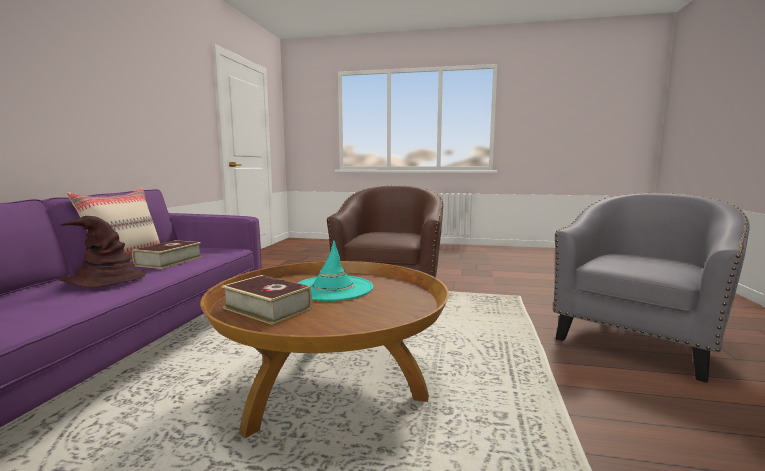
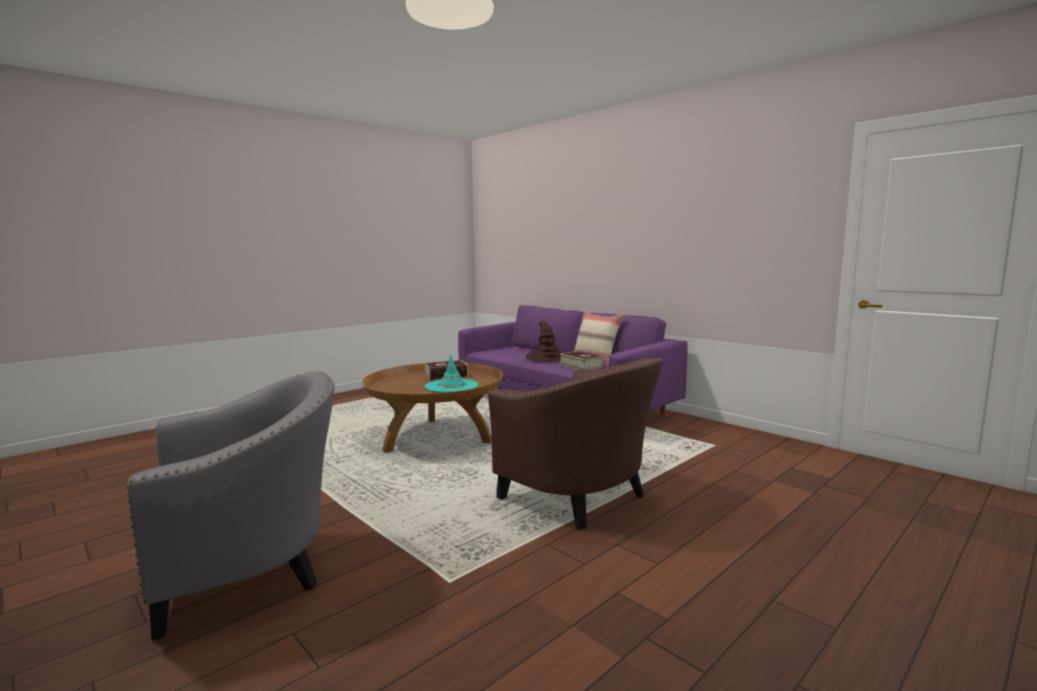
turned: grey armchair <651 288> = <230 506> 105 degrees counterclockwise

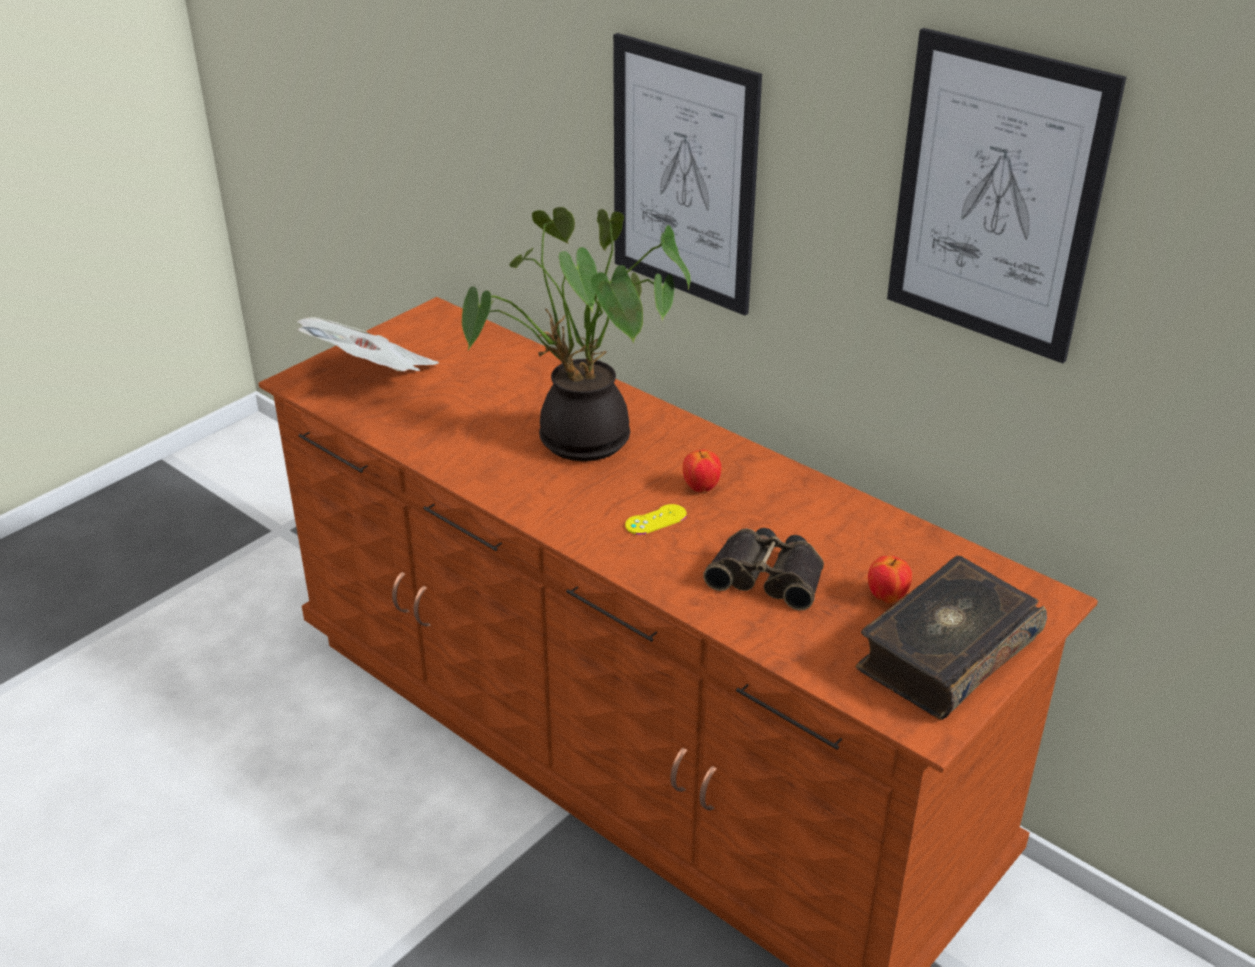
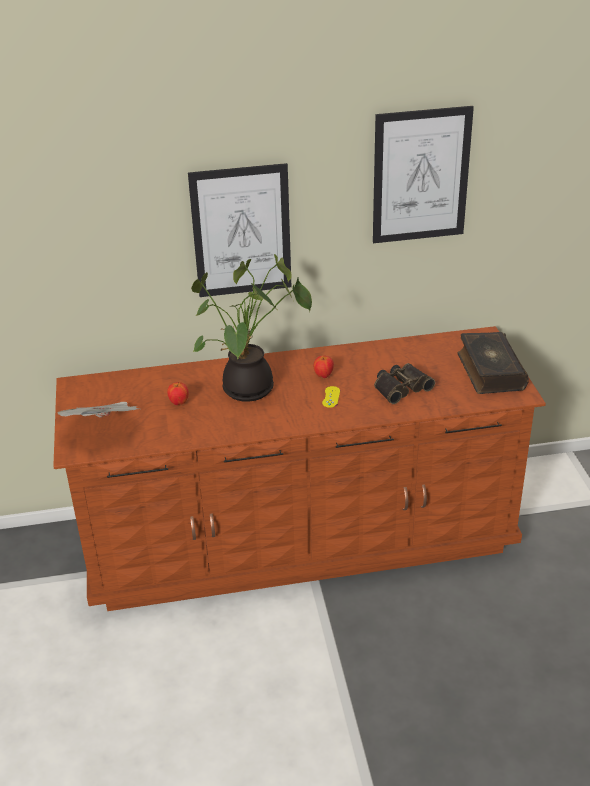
moved: apple <890 579> to <178 393>

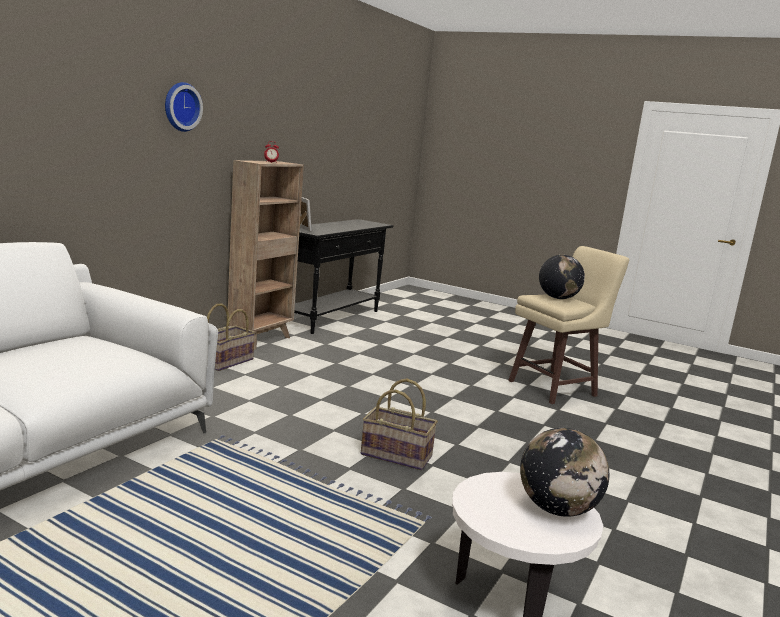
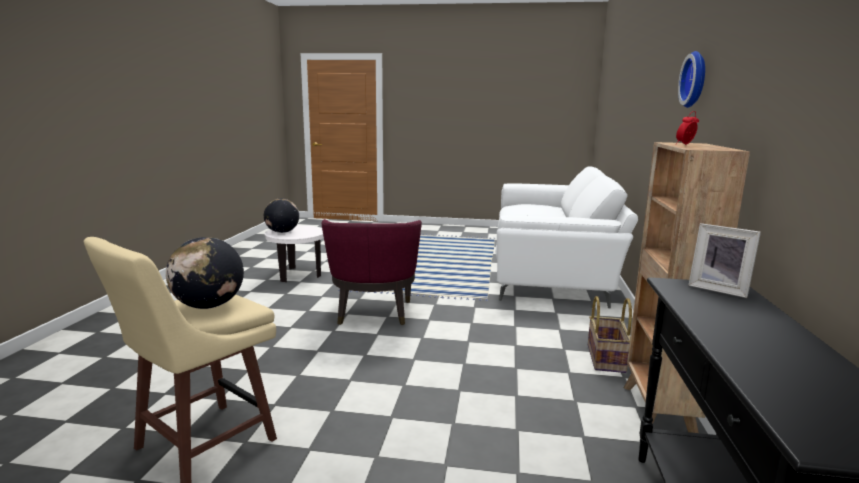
replaced: basket <399 424> to purple armchair <371 272>

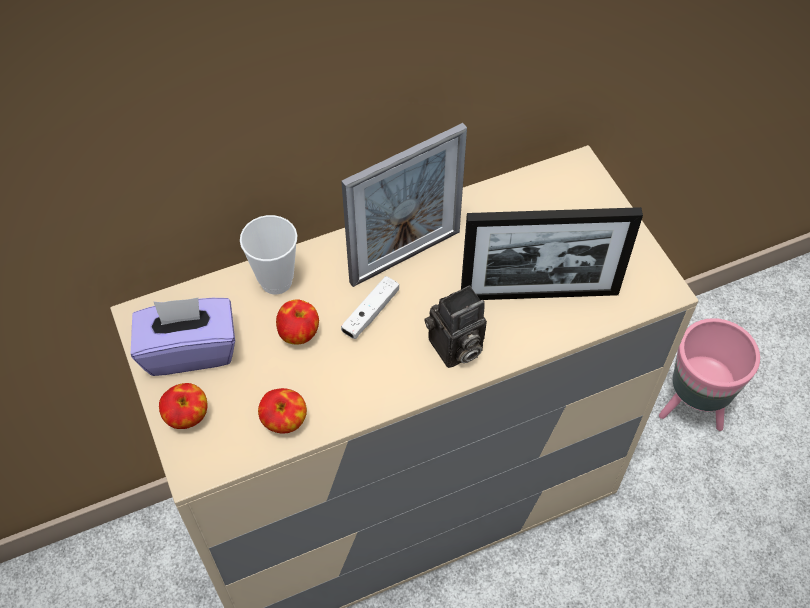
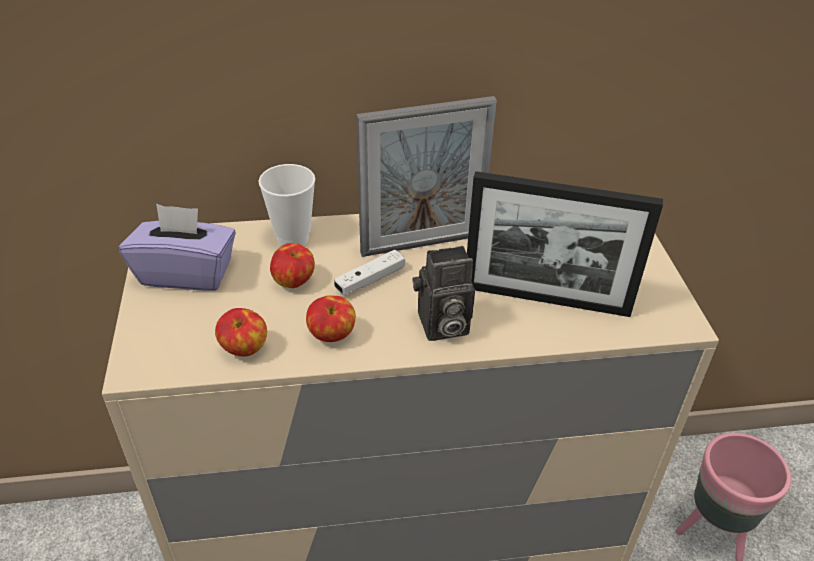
moved: apple <183 406> to <331 318>

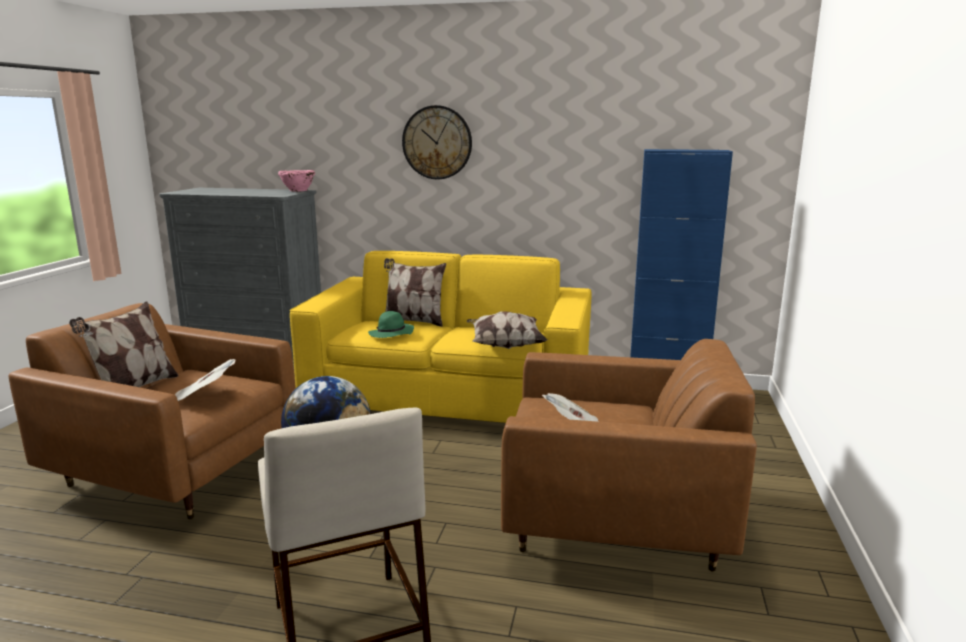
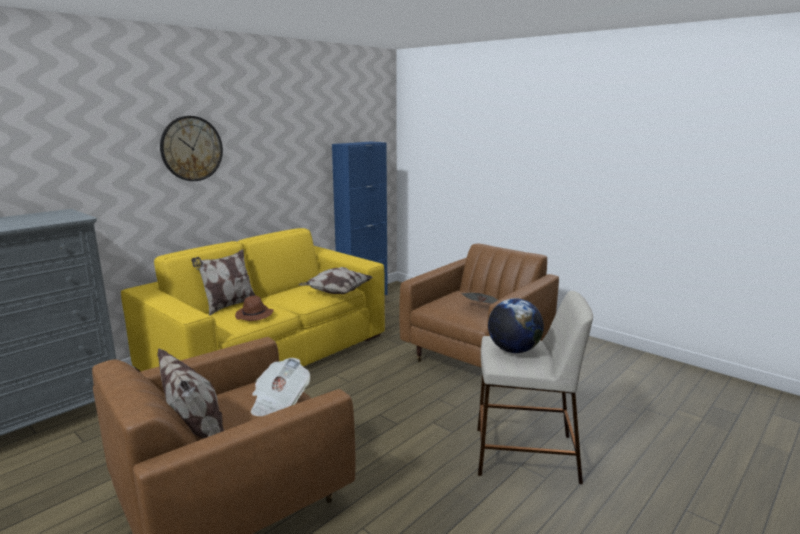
removed: pink bowl <296 181>
recoloured: green hat <391 324> to brown hat <254 308>

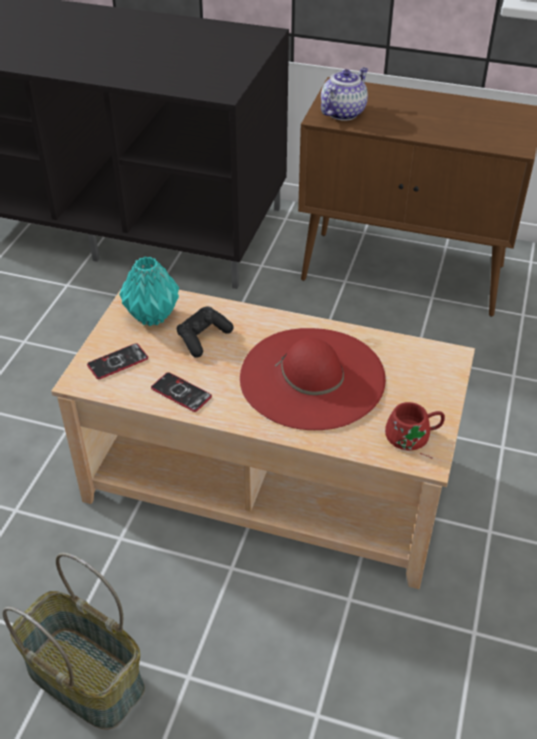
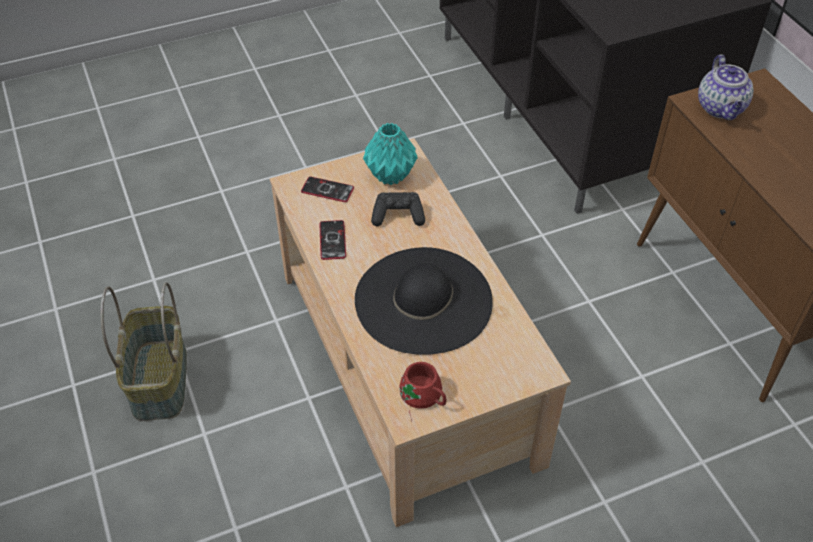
recoloured: red hat <313 379> to black hat <424 301>
turned: teapot <344 94> = <725 87> 90 degrees clockwise

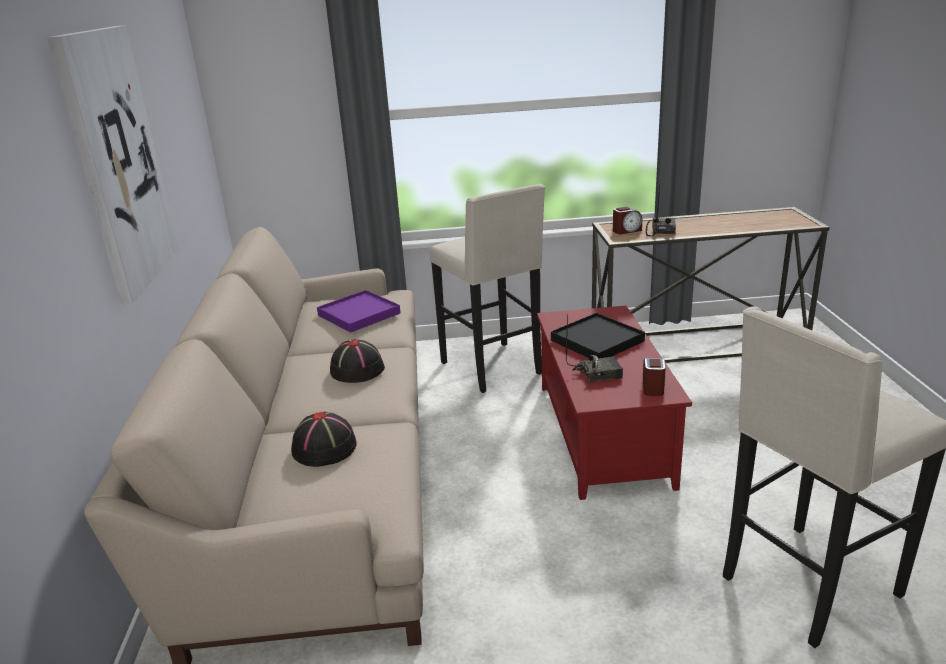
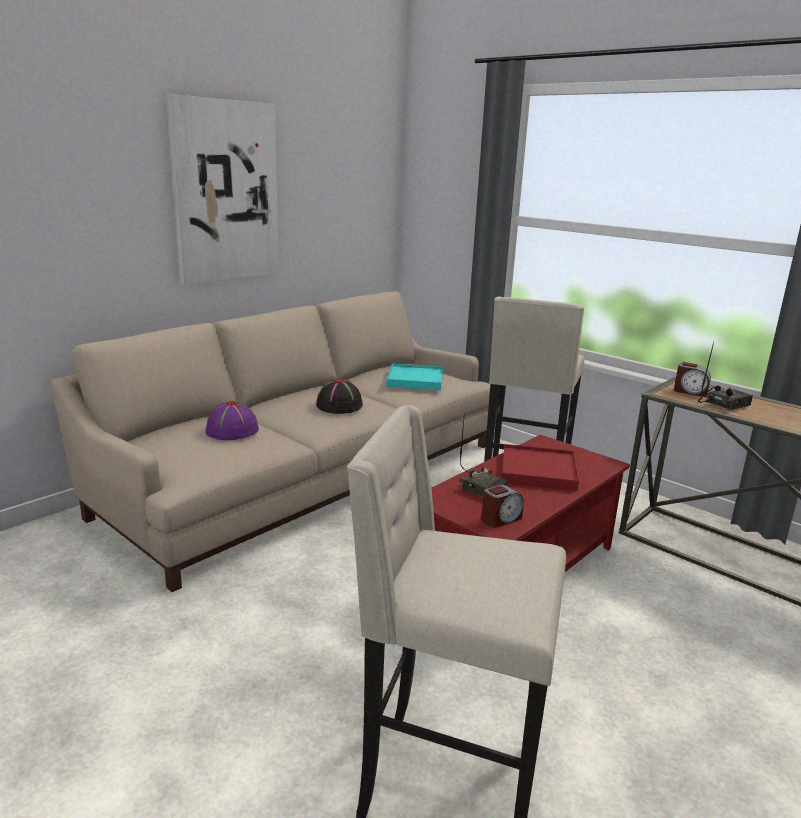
recoloured: black hat <324 439> to purple hat <232 420>; purple tray <359 311> to turquoise tray <414 377>; black tray <598 335> to red tray <540 467>

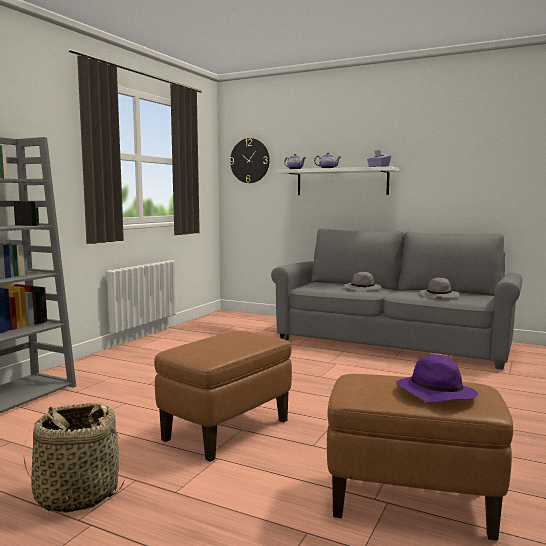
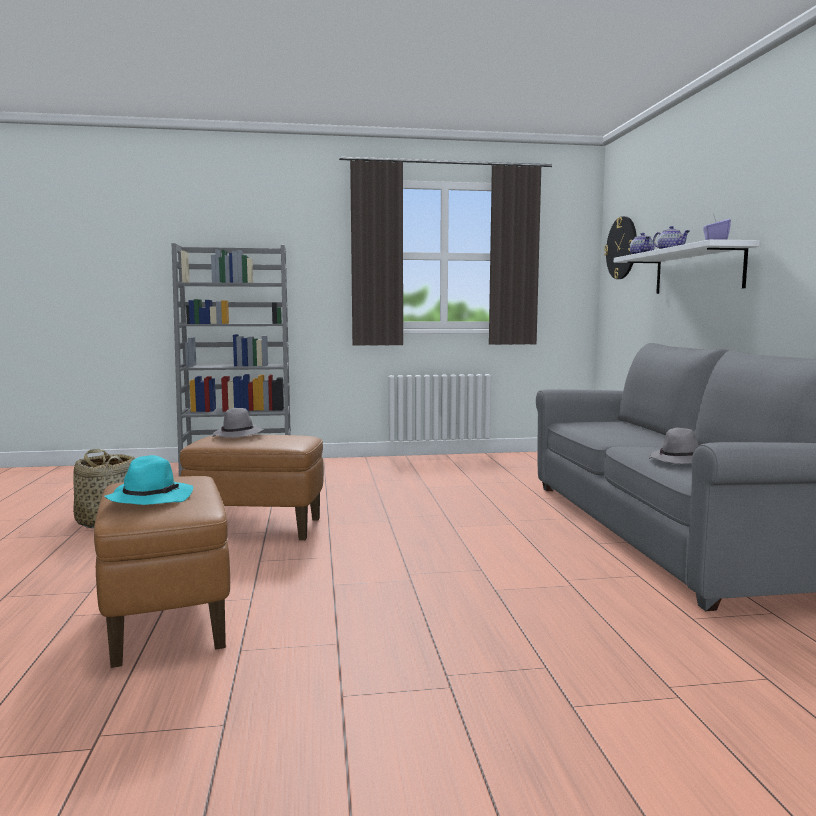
moved: grey hat <362 282> to <239 422>
recoloured: purple hat <437 378> to turquoise hat <148 480>

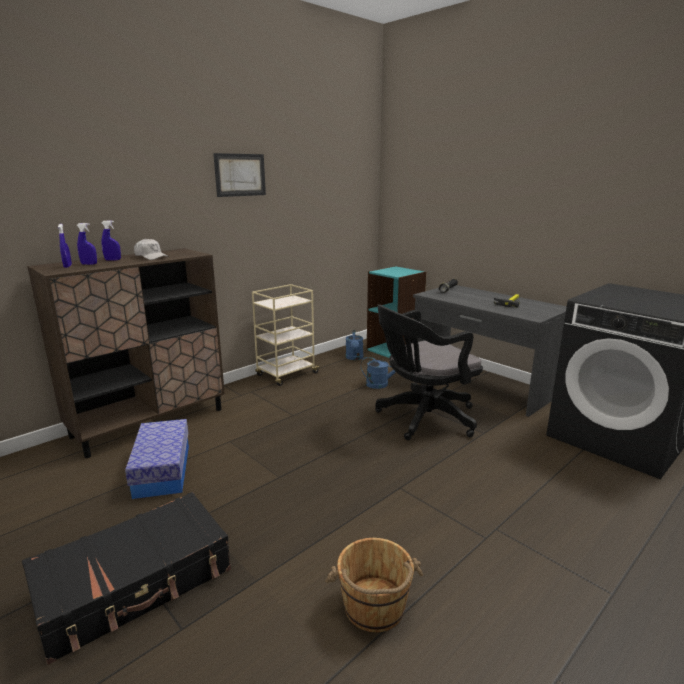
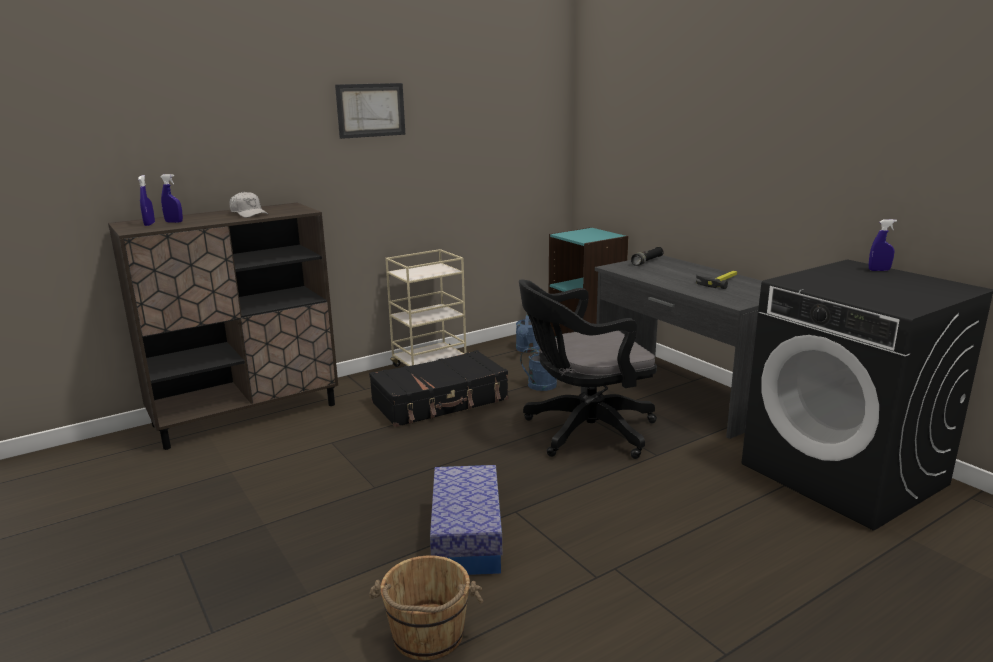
moved: black suitcase <126 578> to <438 388>; blue spray bottle <111 240> to <883 245>; storage box <157 459> to <466 520>

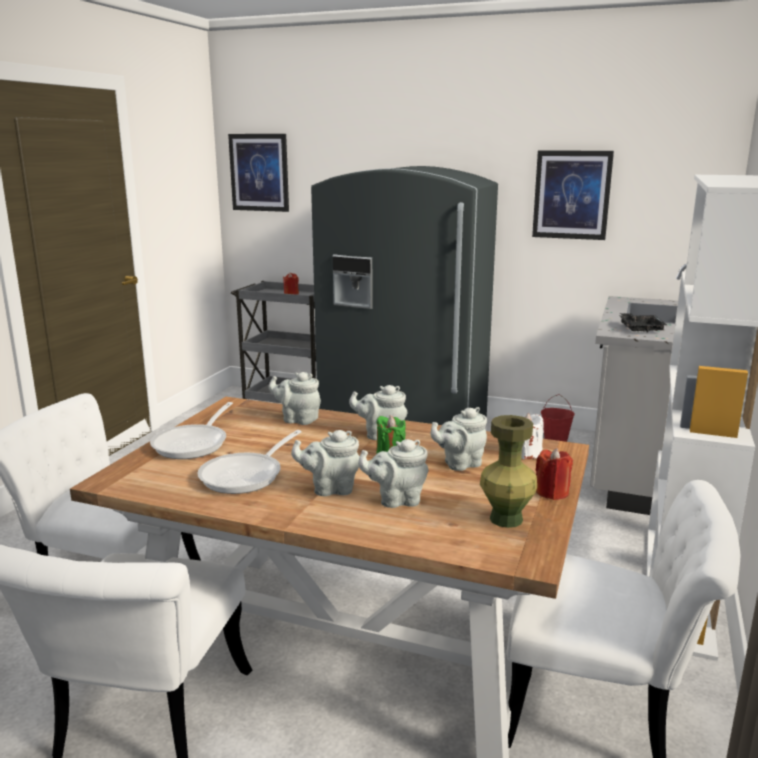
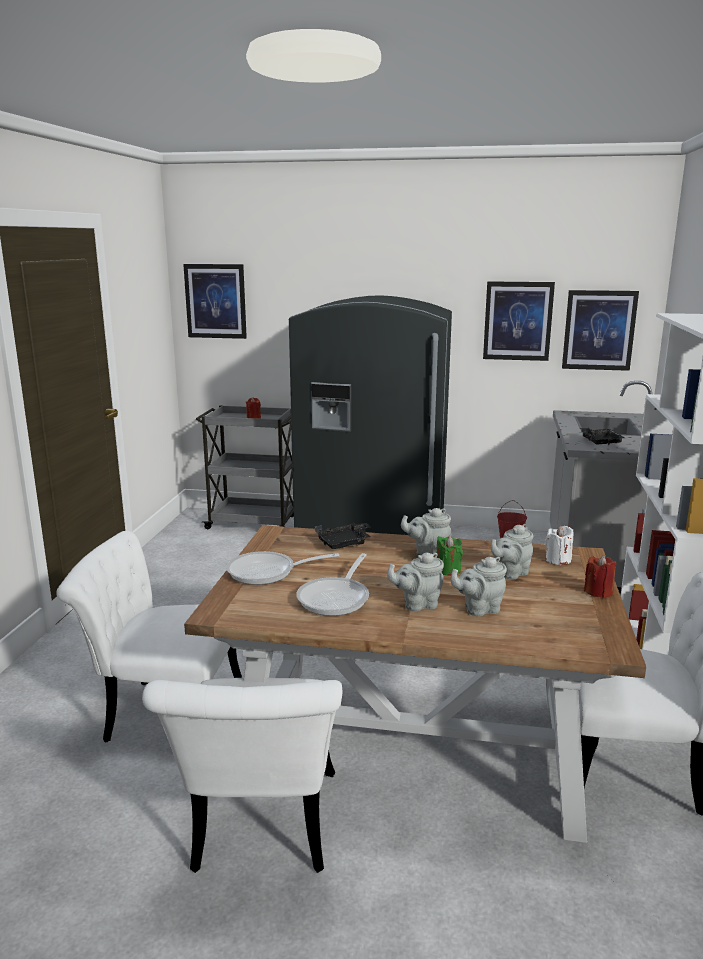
removed: green vase <508 471>
added: picture <600 330>
replaced: grey teapot <294 398> to black tray <343 536>
turned: frying pan <191 430> = <282 568> 75 degrees clockwise

